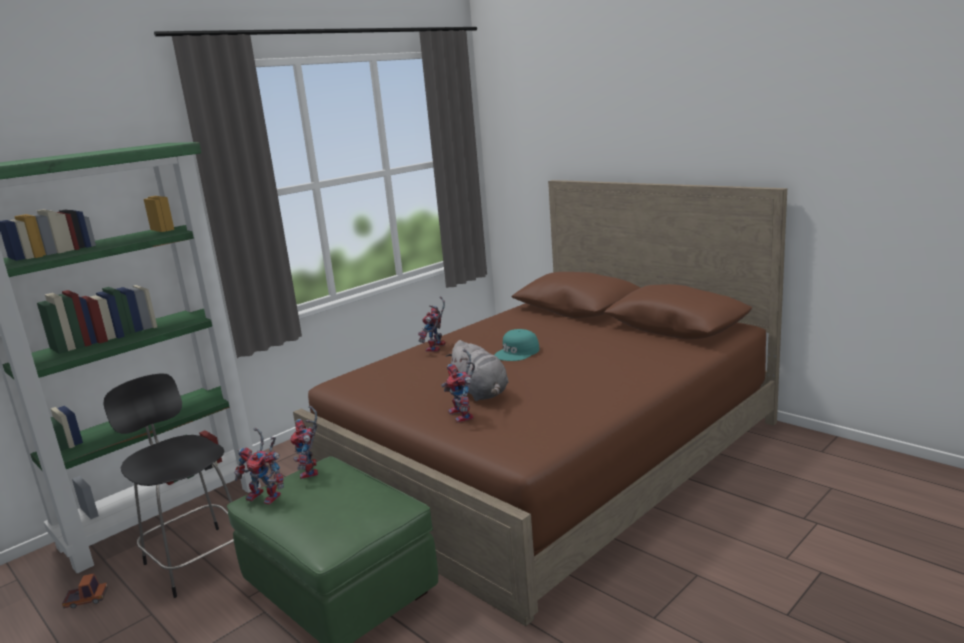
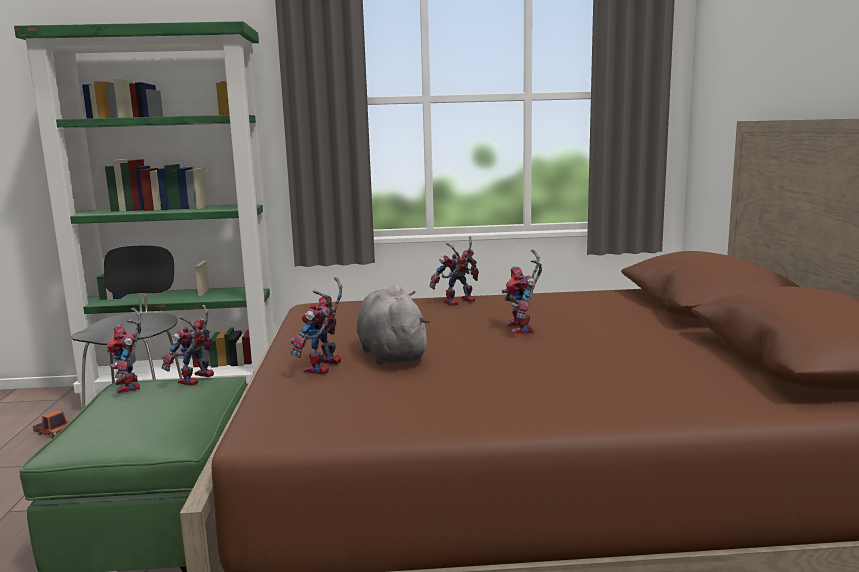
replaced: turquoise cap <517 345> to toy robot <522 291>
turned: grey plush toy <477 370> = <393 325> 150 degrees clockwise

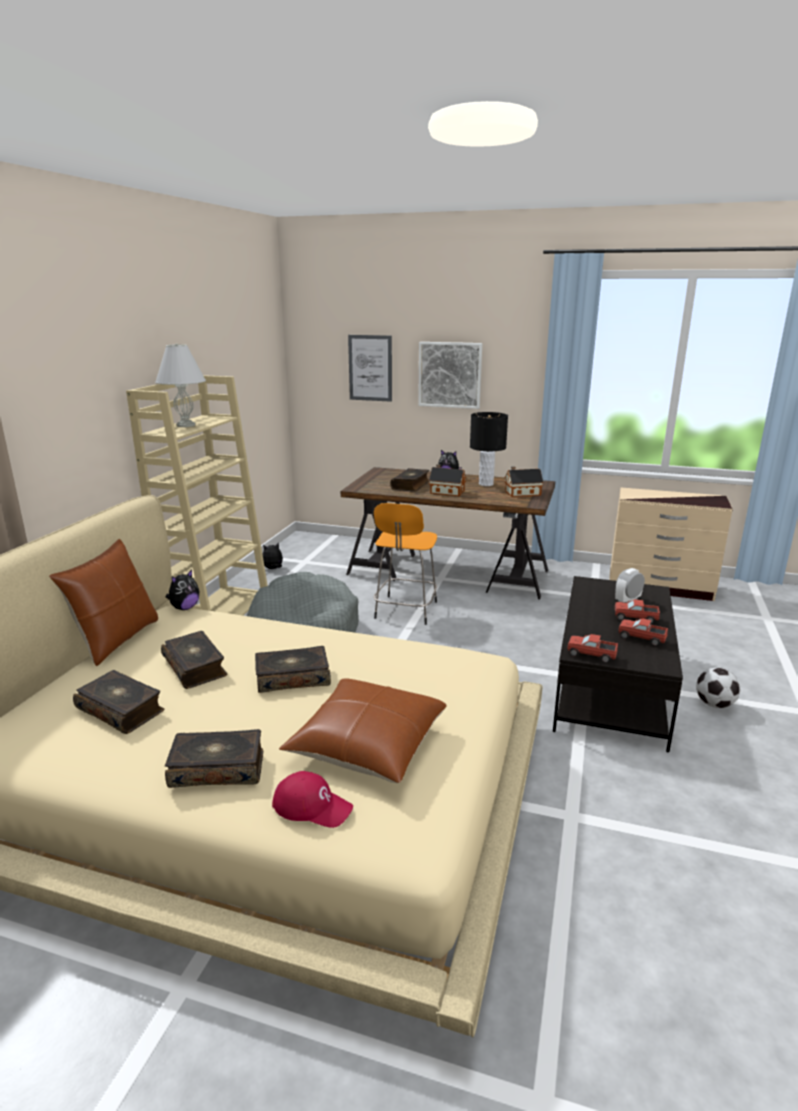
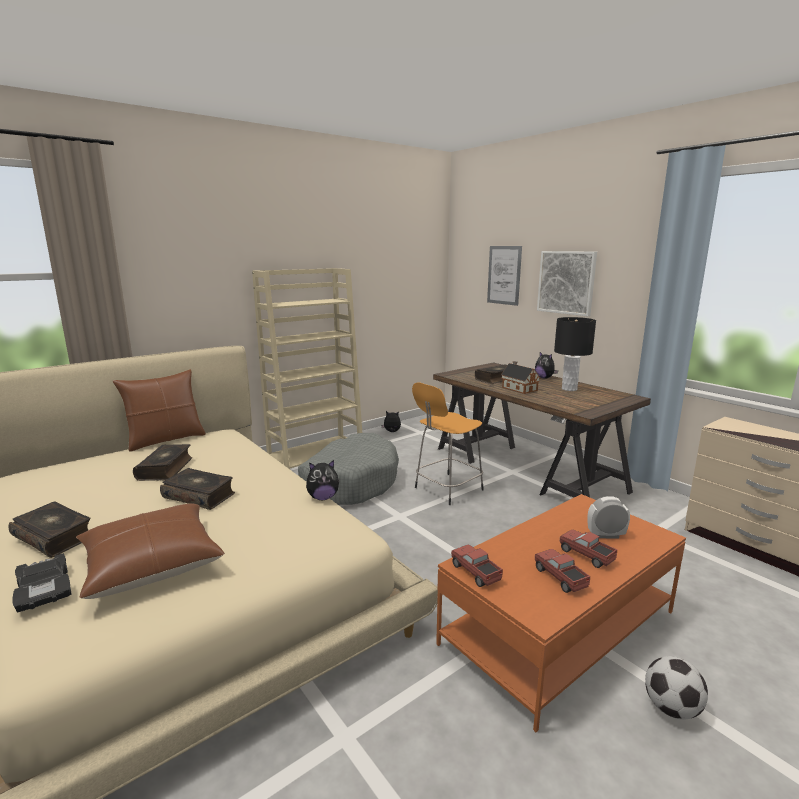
removed: book <118 702>; white table lamp <180 385>; toy house <523 481>
moved: plush toy <183 590> to <323 480>
replaced: red cap <312 799> to black toy car <42 583>
recoloured: black coffee table <618 664> to orange coffee table <561 613>

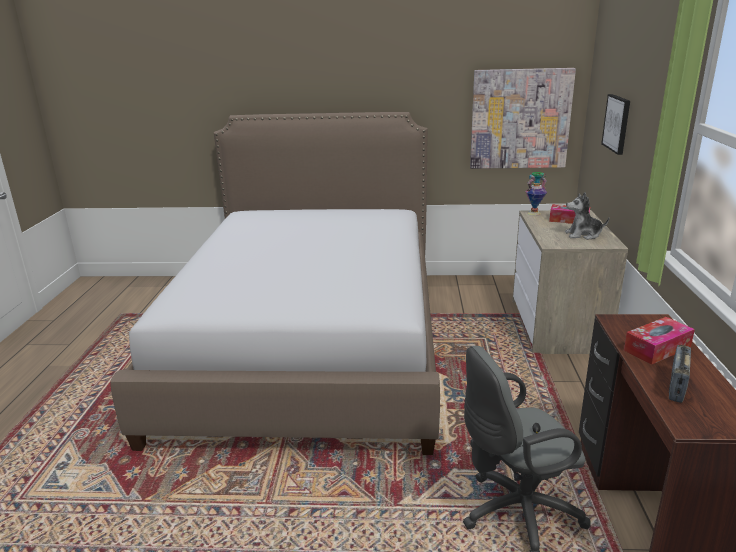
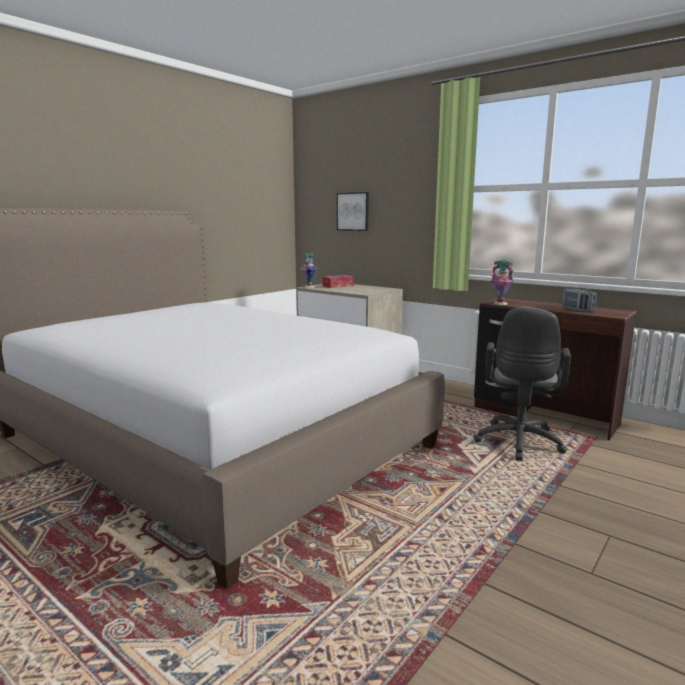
removed: picture <523 118>; plush toy <587 216>; tissue box <659 341>
added: vase <502 282>

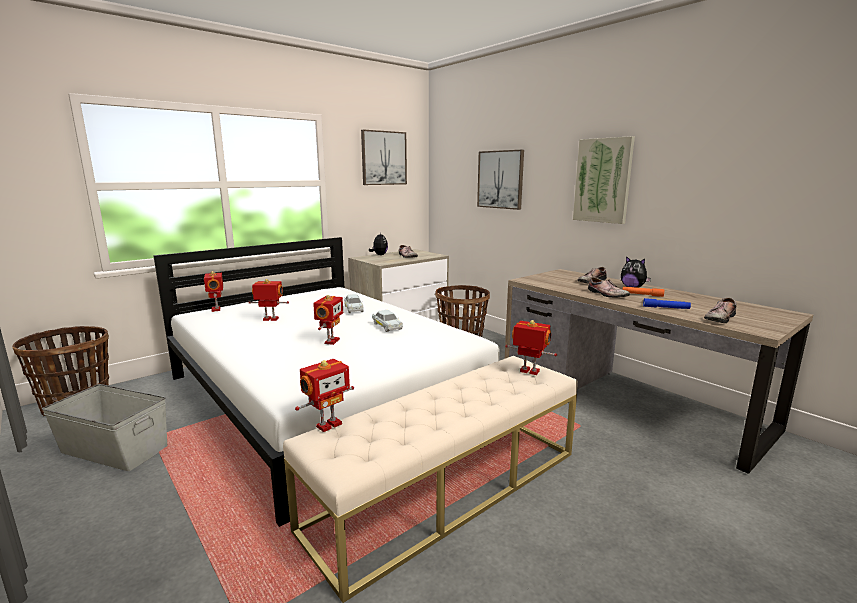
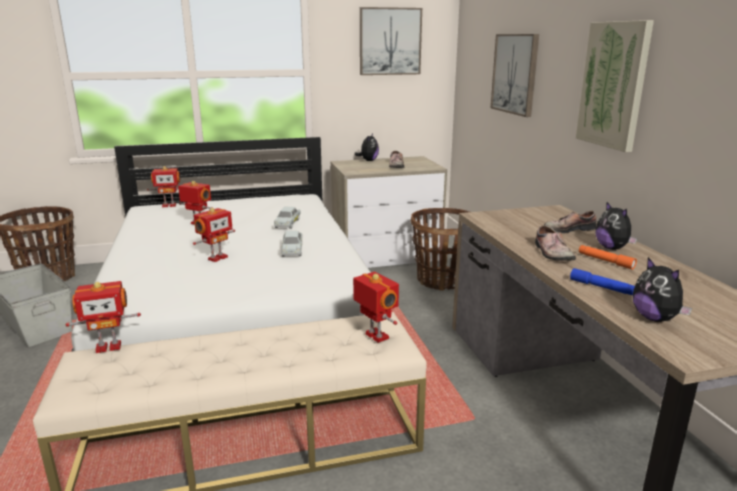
replaced: shoe <720 310> to plush toy <662 289>
turned: toy robot <213 291> = <163 186> 105 degrees counterclockwise

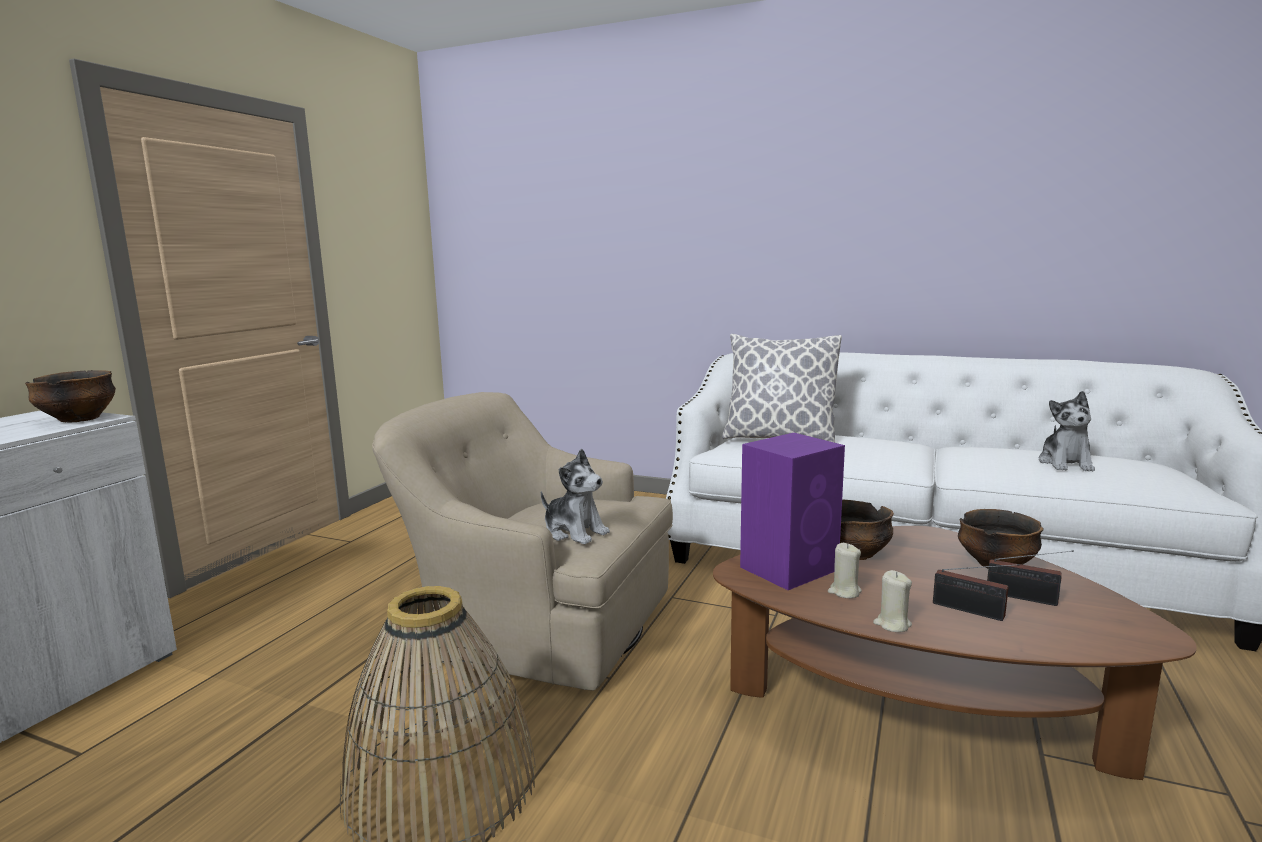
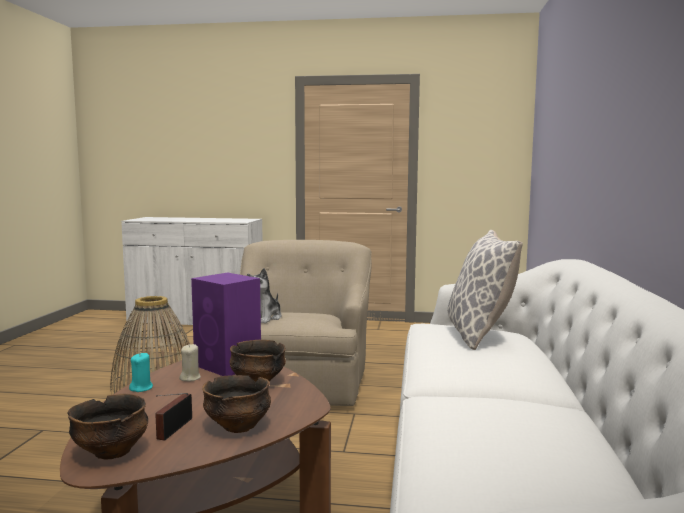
removed: radio <976 592>; plush toy <1067 431>
moved: bowl <70 396> to <108 427>
recoloured: beige candle <892 601> to turquoise candle <141 372>

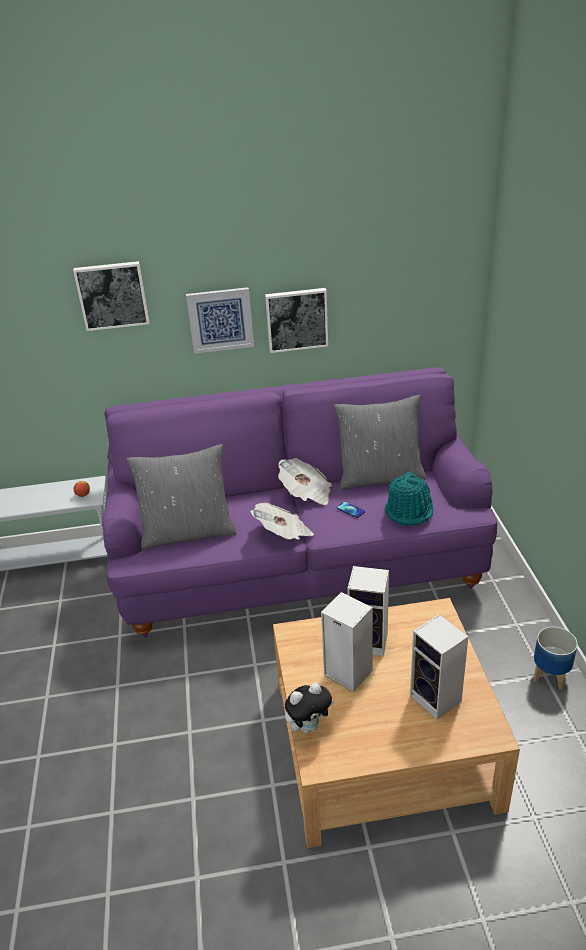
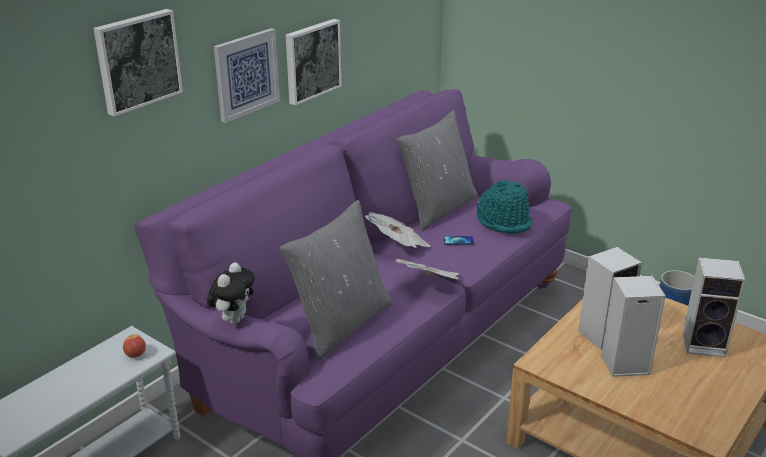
moved: plush toy <309 708> to <231 293>

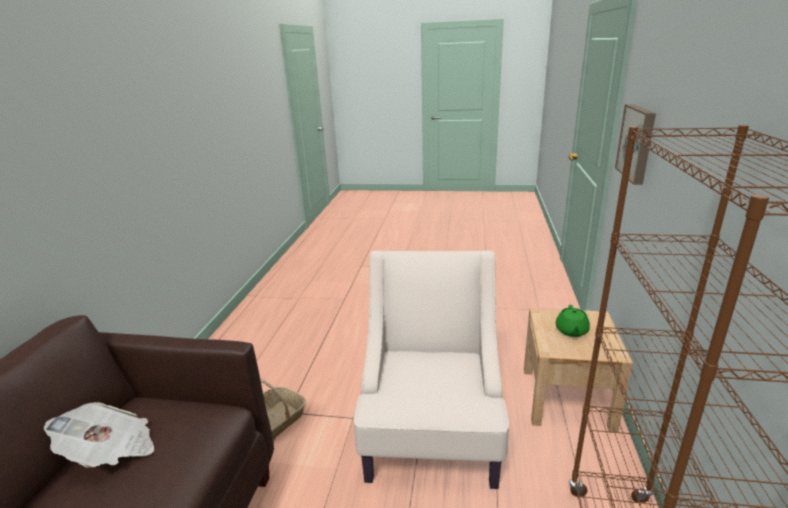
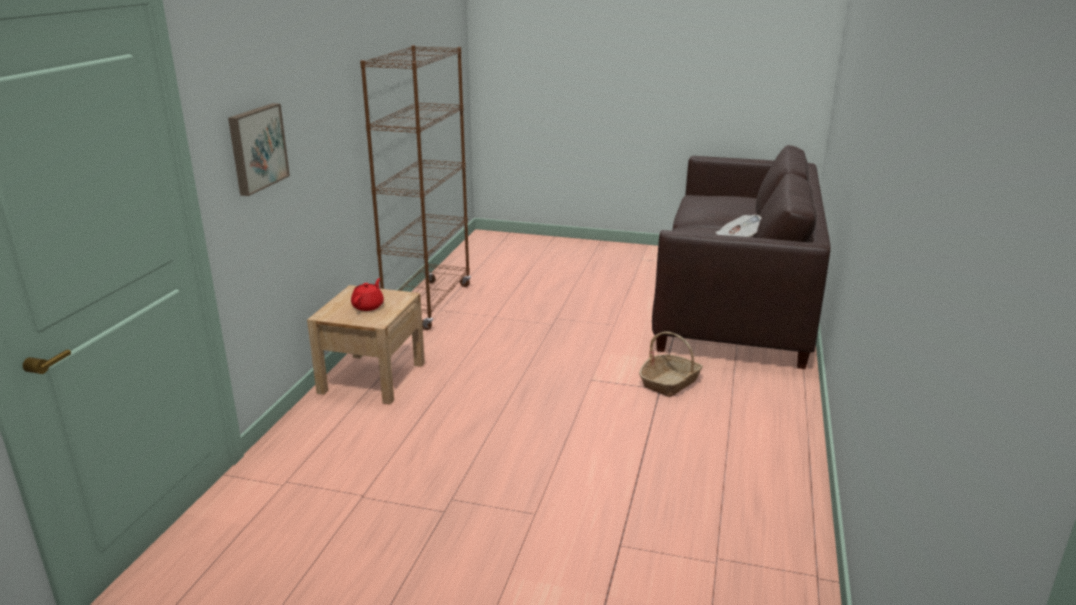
removed: beige armchair <431 370>
recoloured: green teapot <573 321> to red teapot <367 294>

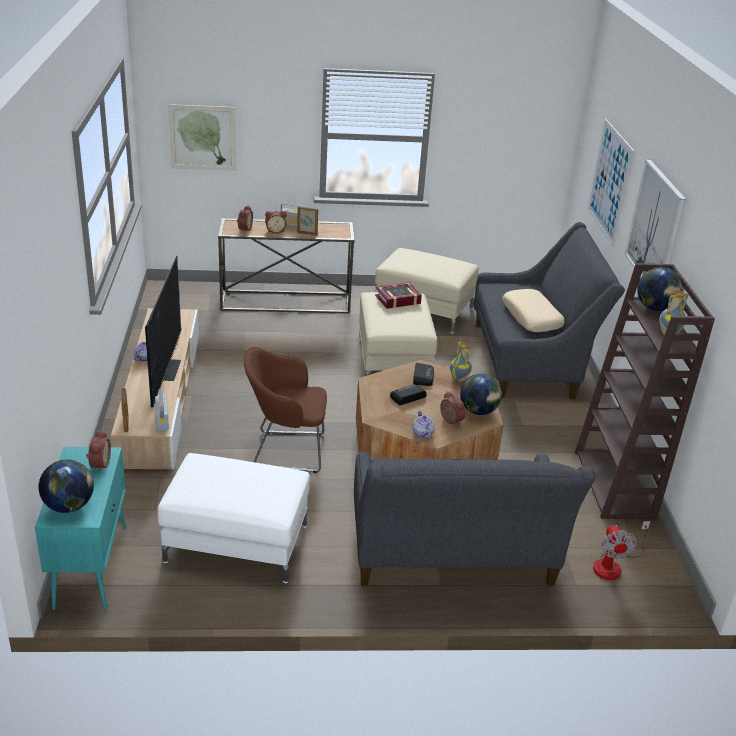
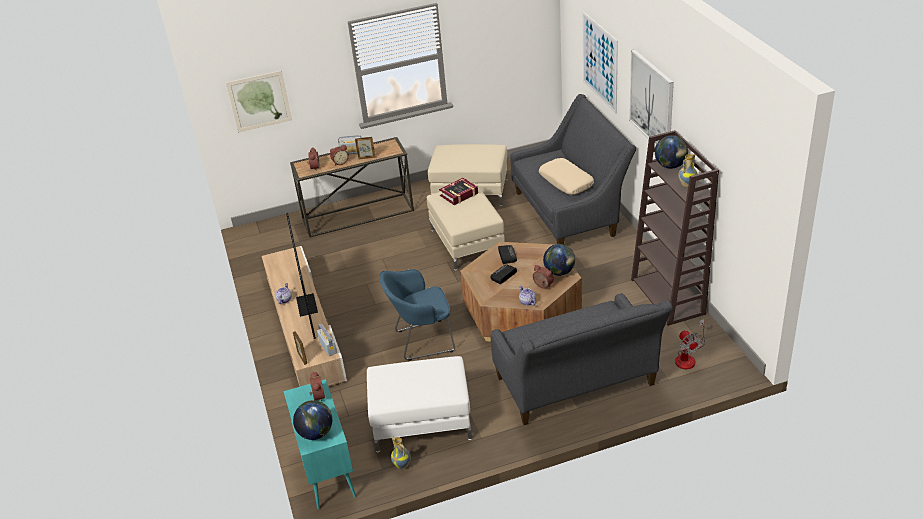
moved: vase <461 362> to <401 453>
recoloured: brown armchair <285 410> to blue armchair <417 315>

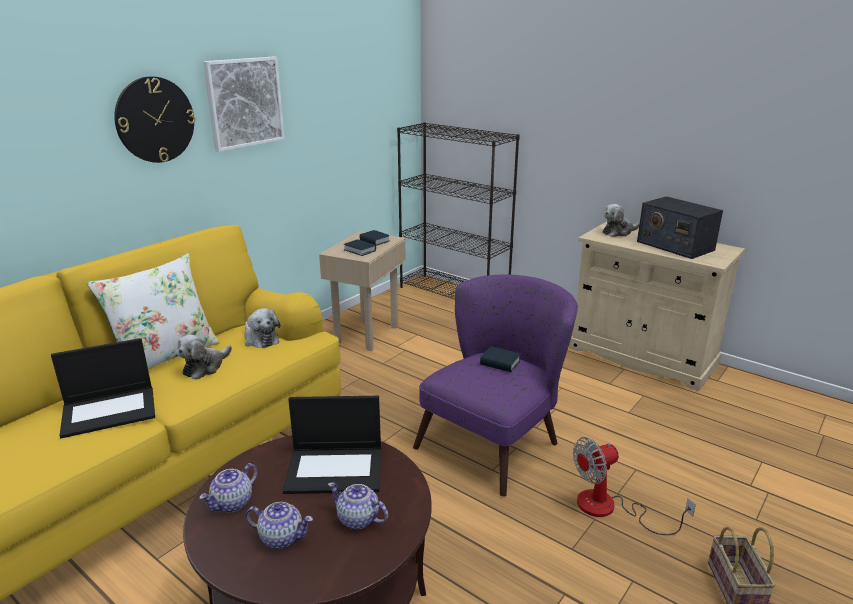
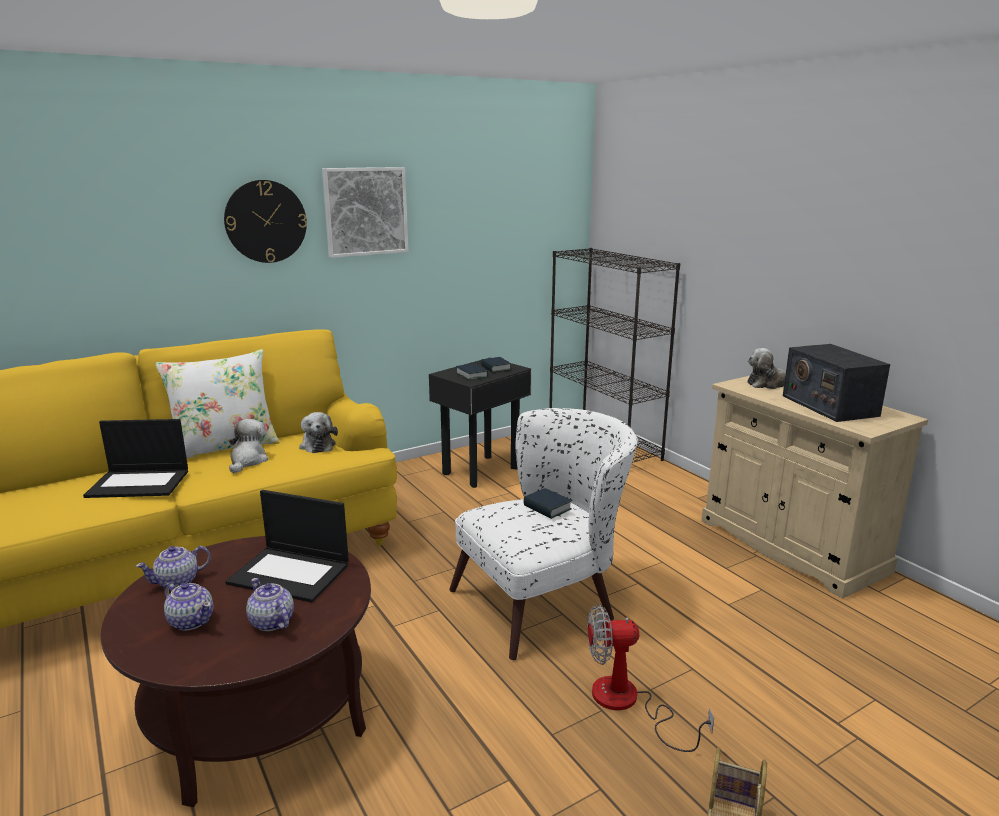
recoloured: beige side table <362 291> to black side table <480 423>; purple armchair <495 385> to white armchair <543 534>
turned: plush toy <204 357> = <248 446> 135 degrees clockwise

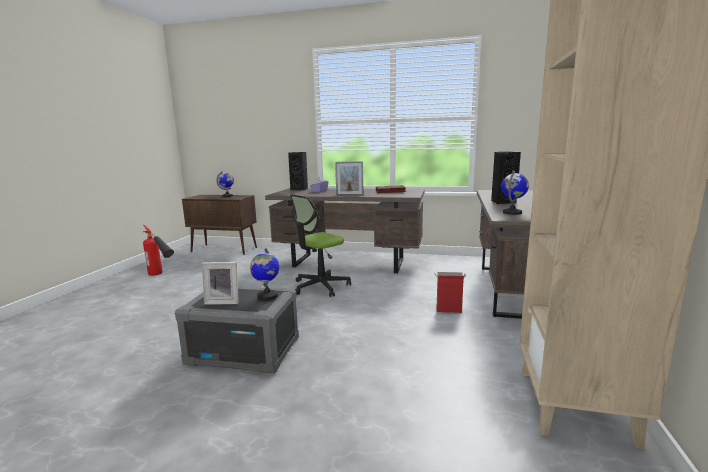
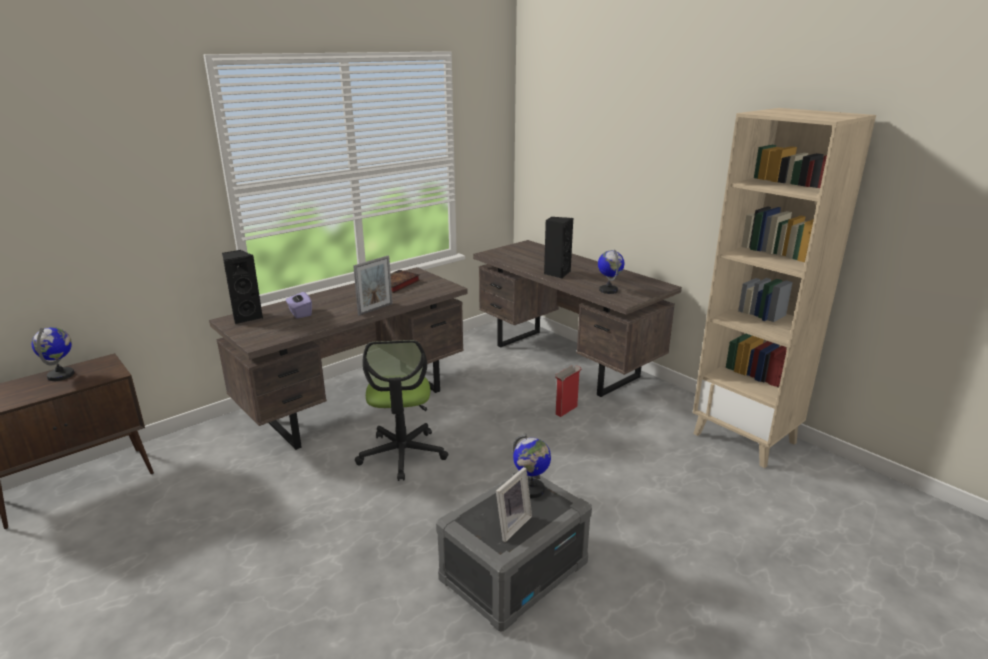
removed: fire extinguisher <158 250>

